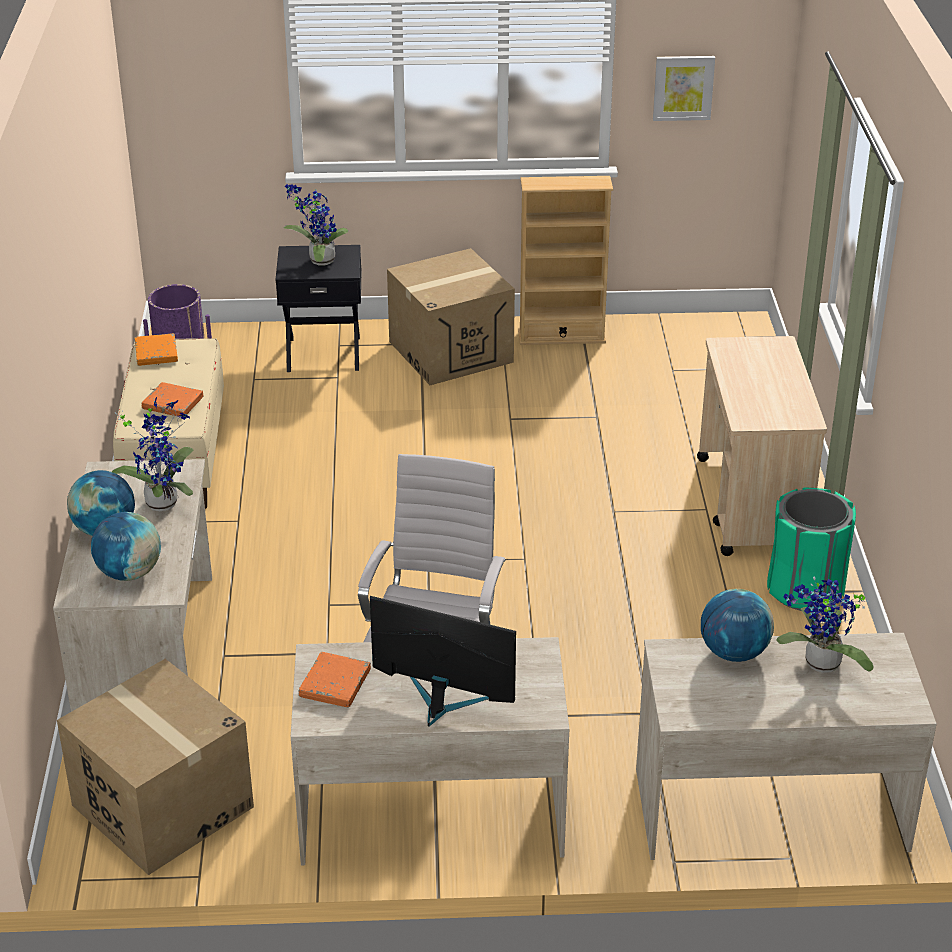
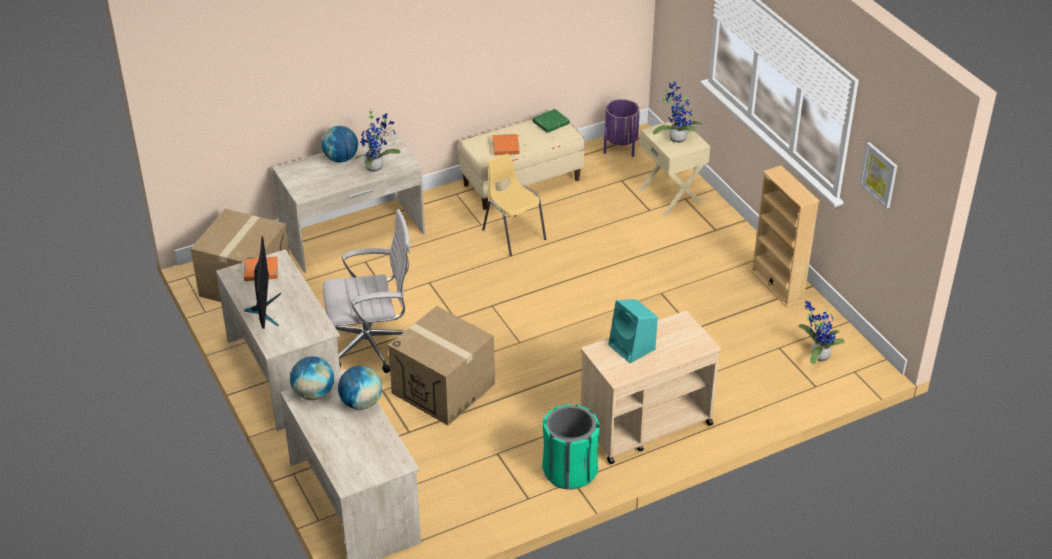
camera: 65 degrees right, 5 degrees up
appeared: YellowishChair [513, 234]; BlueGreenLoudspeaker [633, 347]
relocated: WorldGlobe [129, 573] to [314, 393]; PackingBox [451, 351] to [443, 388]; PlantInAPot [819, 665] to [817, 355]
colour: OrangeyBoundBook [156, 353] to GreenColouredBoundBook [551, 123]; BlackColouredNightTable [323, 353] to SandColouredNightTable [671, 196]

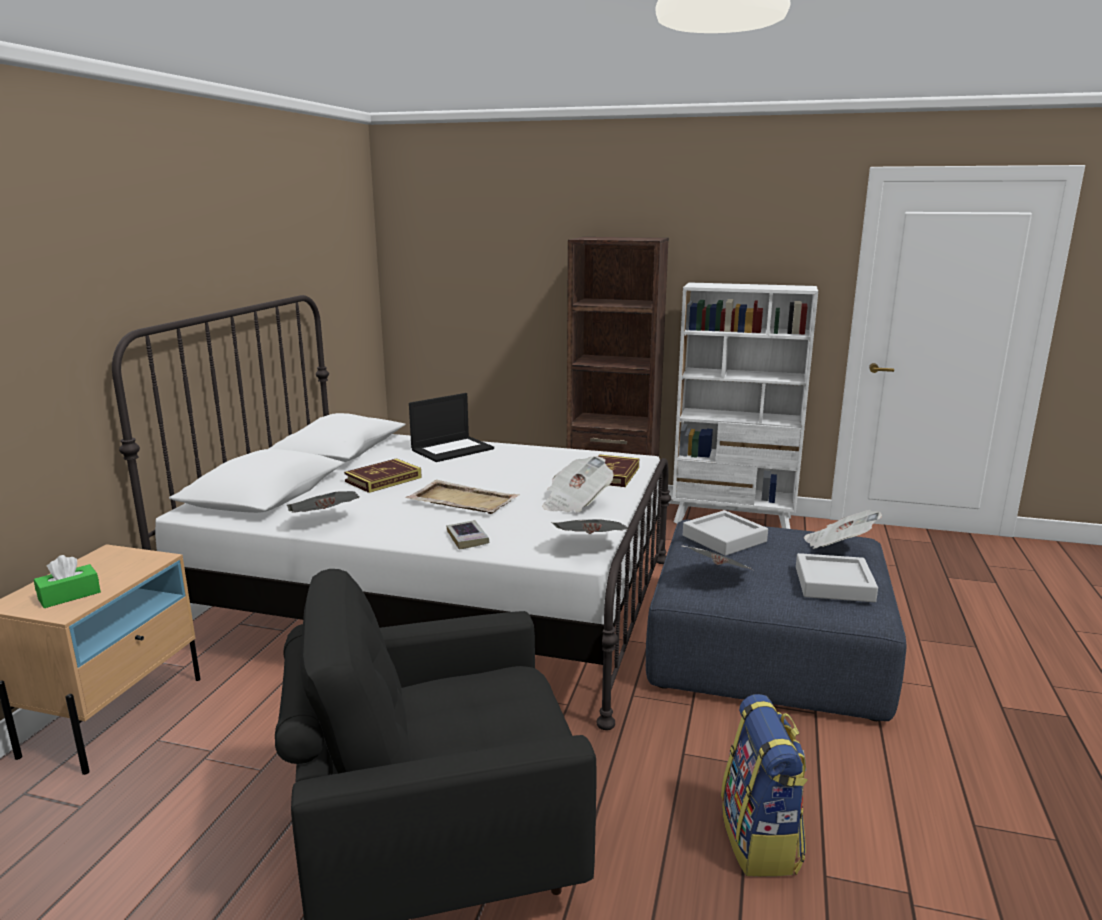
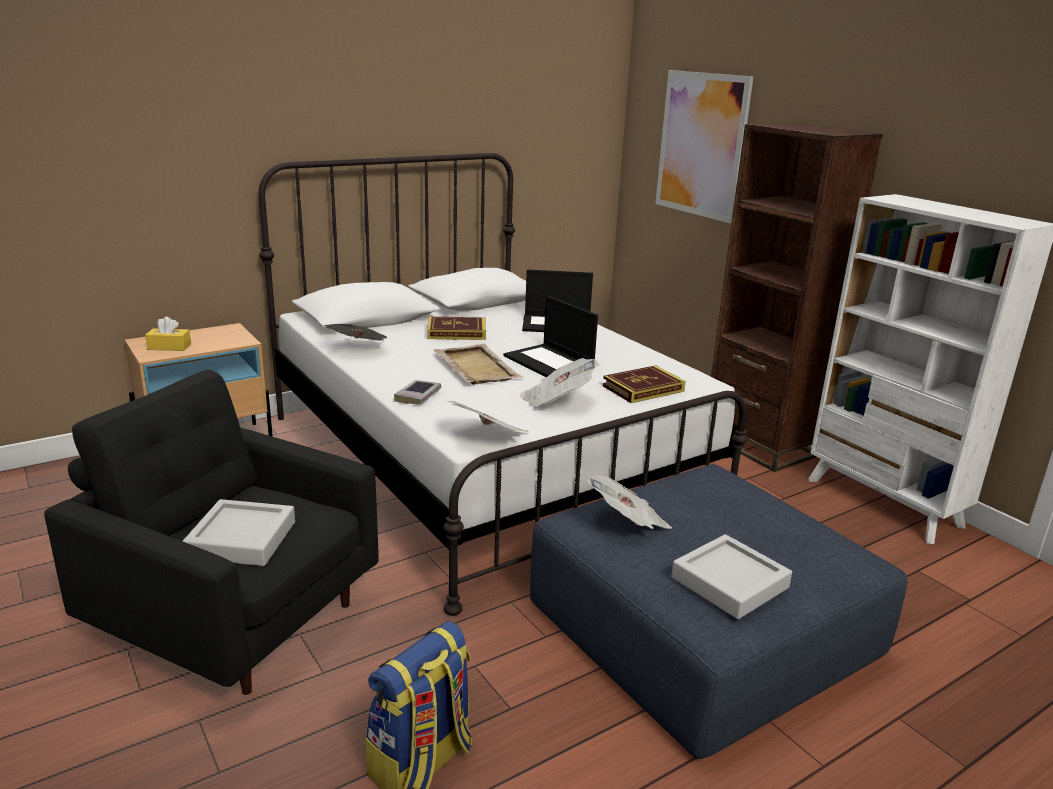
camera: 40 degrees right, 5 degrees up
missing: Newspaper [838, 546]
appeared: Laptop [549, 362]; Picture [702, 145]
relocated: GreyCarryingTray [724, 538] to [242, 539]
colour: GreenColouredTissueBox [69, 595] to YellowishTissueBox [169, 347]

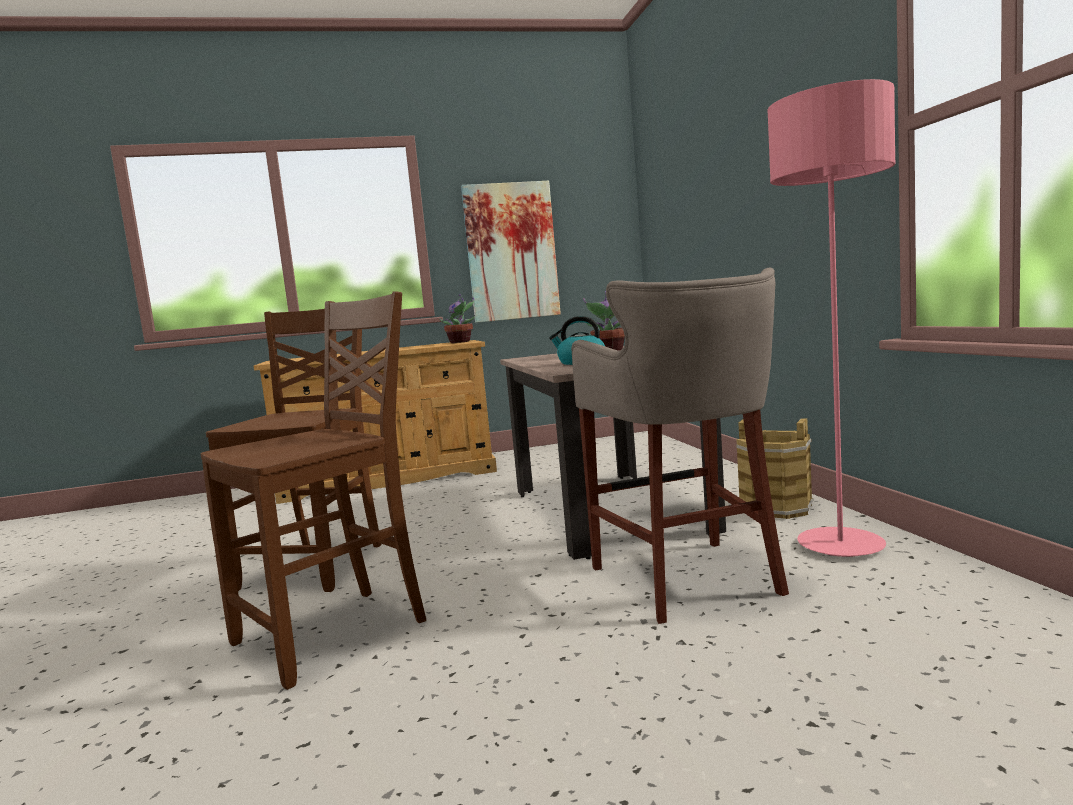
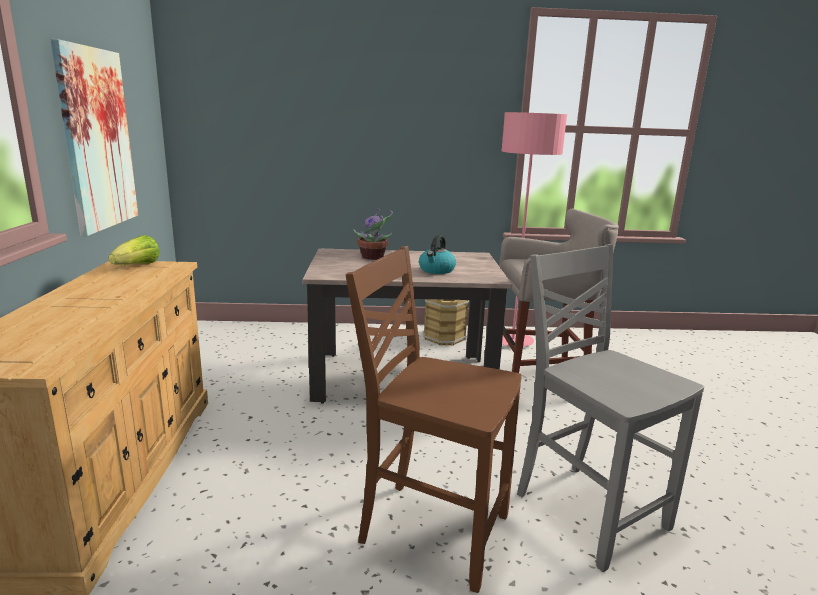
camera: 80 degrees left, 10 degrees up
exchanged: PlantInAPot [461, 342] to Lettuce [138, 266]
colour: BrownishChair [335, 632] to GreyChair [587, 510]

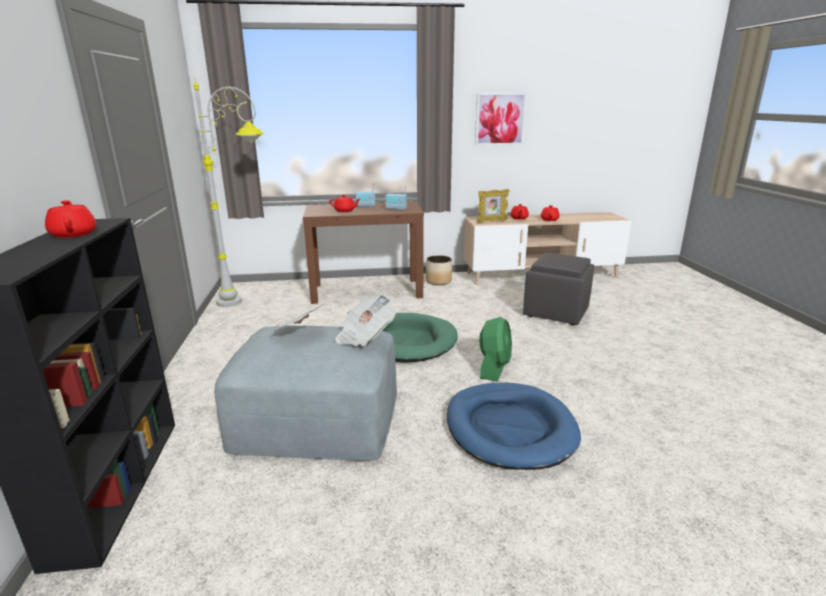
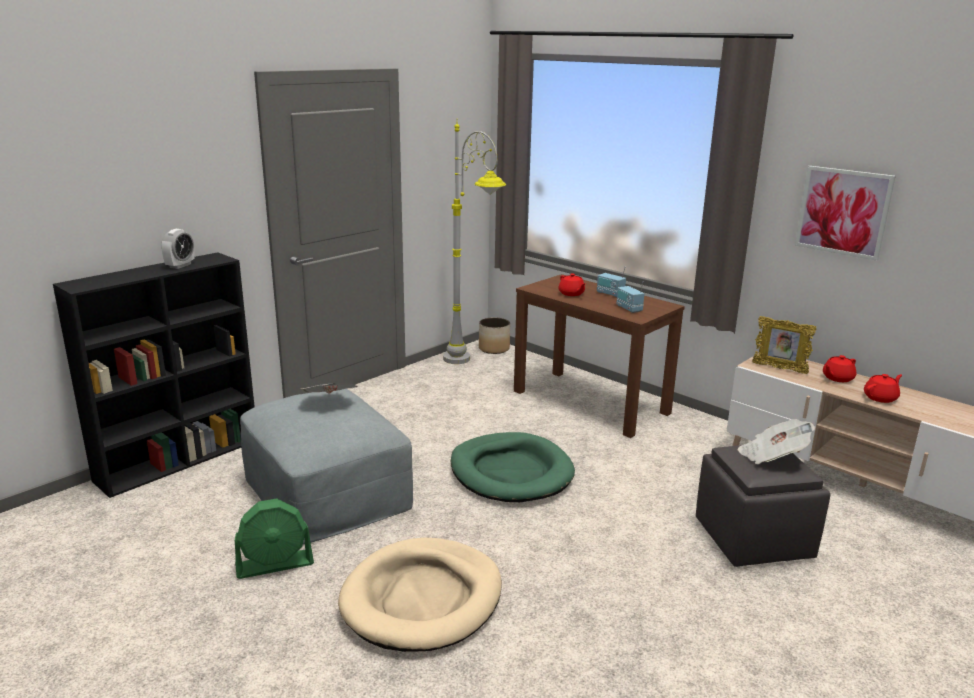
camera: 50 degrees right, 0 degrees up
relocated: GreenColouredElectricFan [494, 367] to [275, 564]; FlowerPot [438, 281] to [493, 349]; Newspaper [365, 335] to [772, 456]
exchanged: RedColouredPotForTea [74, 234] to BedsideClock [180, 266]
colour: BluishDogCushion [510, 428] to SandColouredDogCushion [422, 599]

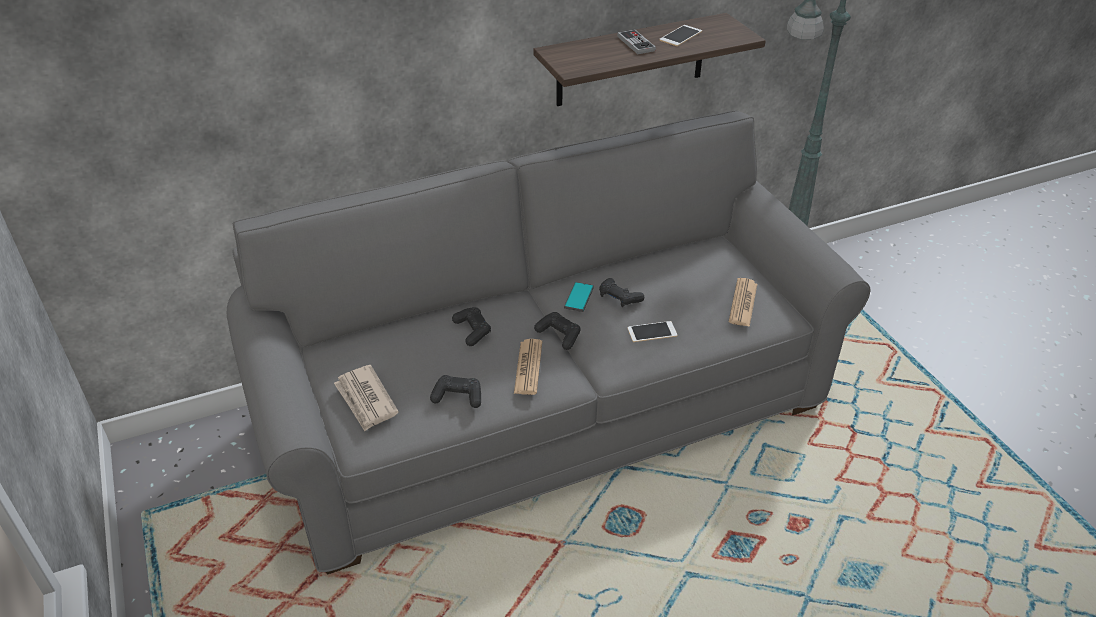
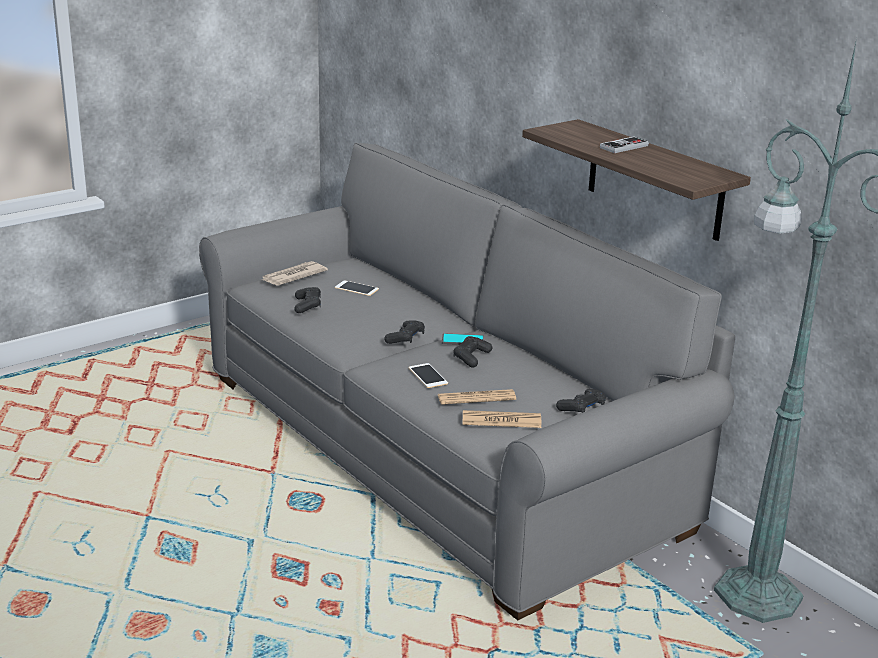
camera: 75 degrees right, 15 degrees down
relocated: Telephone [680, 36] to [356, 288]; Newspaper [528, 367] to [476, 398]; BlackColouredJoypad [472, 330] to [582, 408]

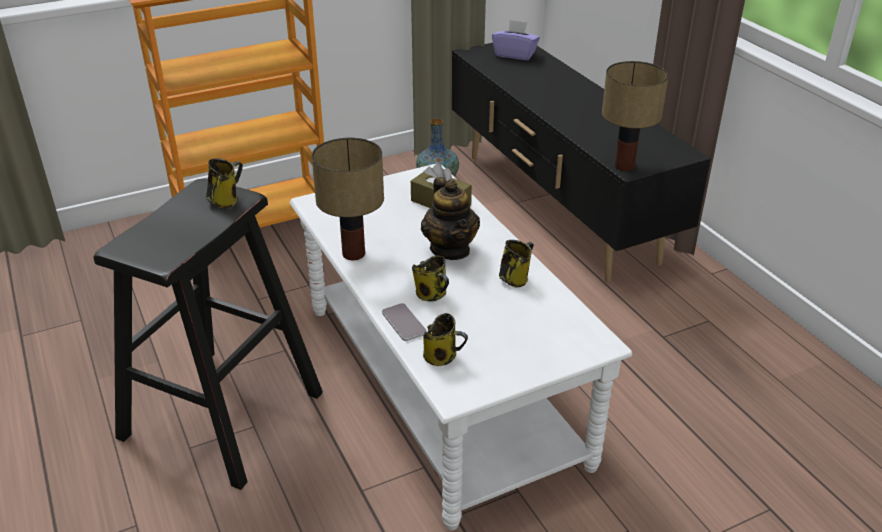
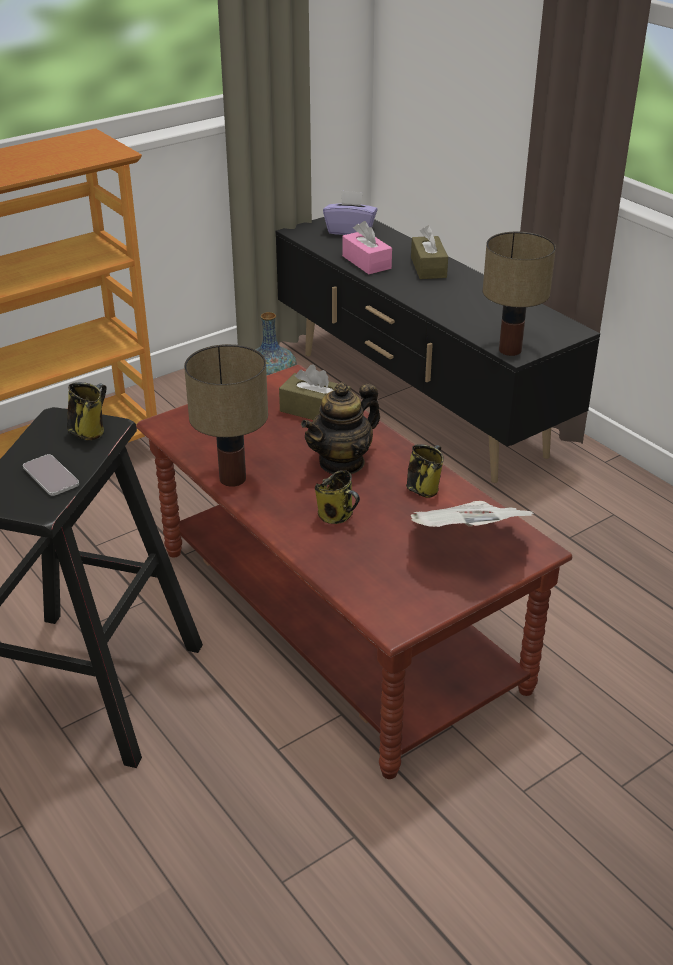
camera: 10 degrees left, 0 degrees up
missing: Mug [442, 357]
appeared: PinkTissueBox [366, 262]; Newspaper [468, 541]; BrownishTissueBox [428, 267]
relocated: Telephone [404, 323] to [51, 476]
colour: WhiteCoffeeTable [441, 384] to BrownishCoffeeTable [337, 618]
spun: PotForTea [450, 249] = [342, 462] 75 degrees clockwise

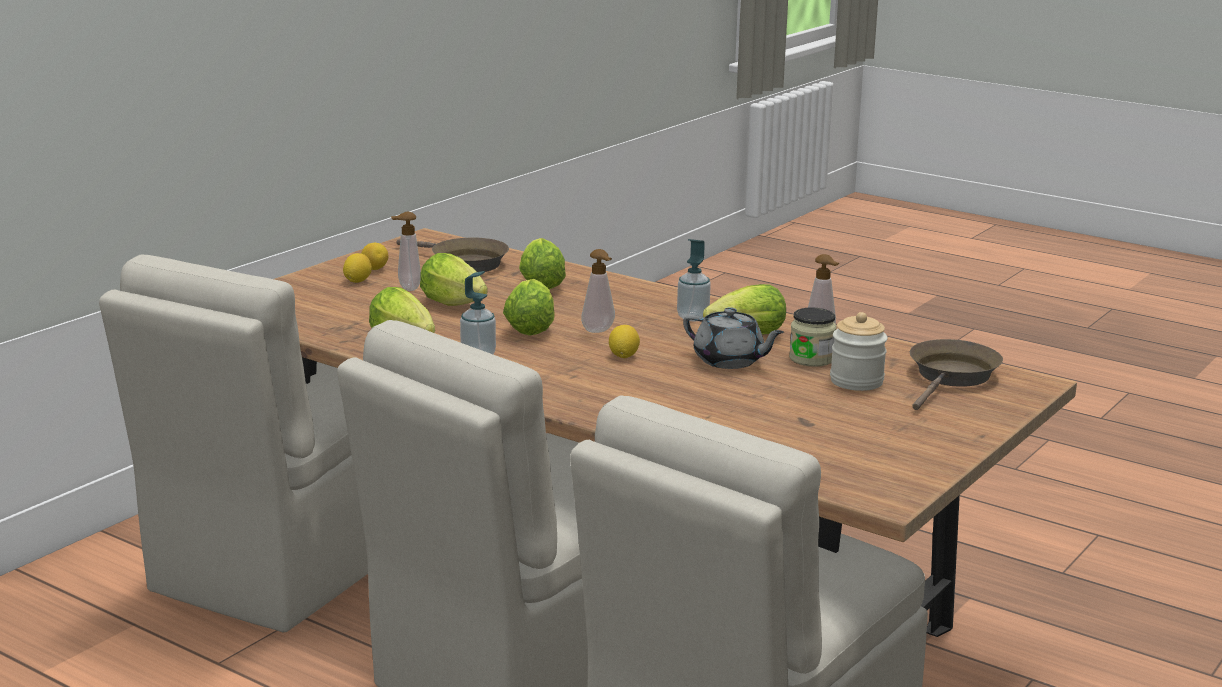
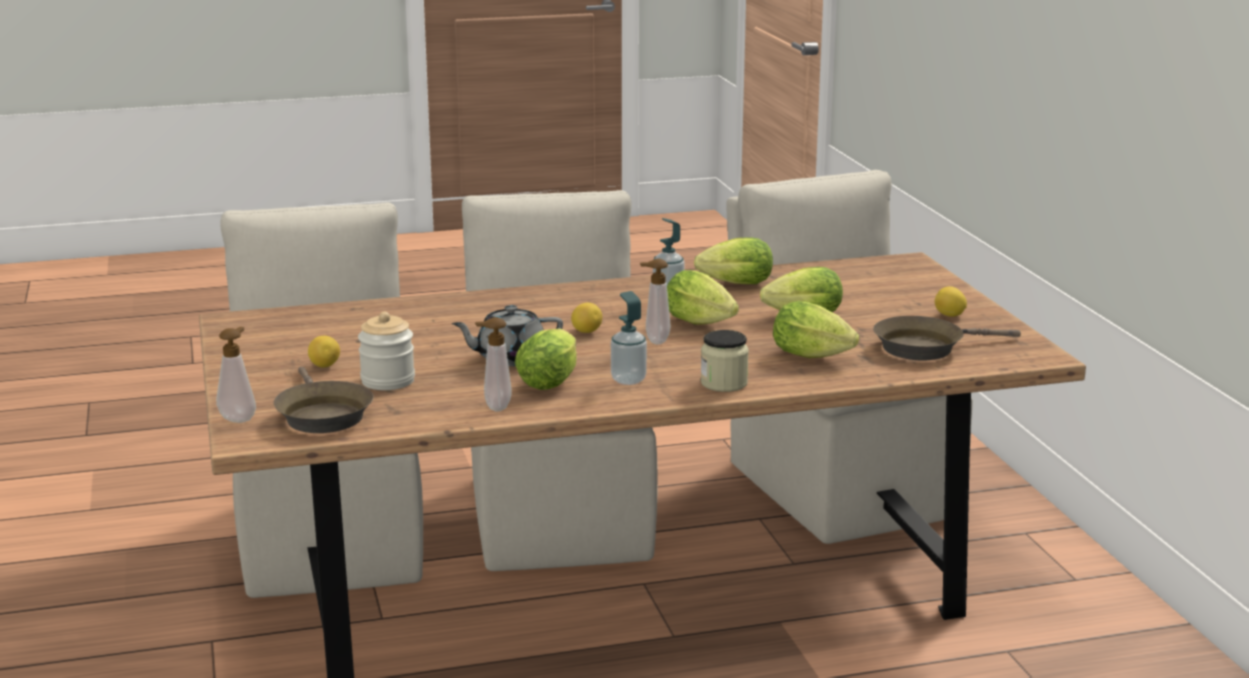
camera: 130 degrees right, 0 degrees up
relocated: SoapBottle [407, 288] to [239, 418]; WholeLemon [357, 281] to [324, 366]; StorageJar [811, 359] to [724, 383]

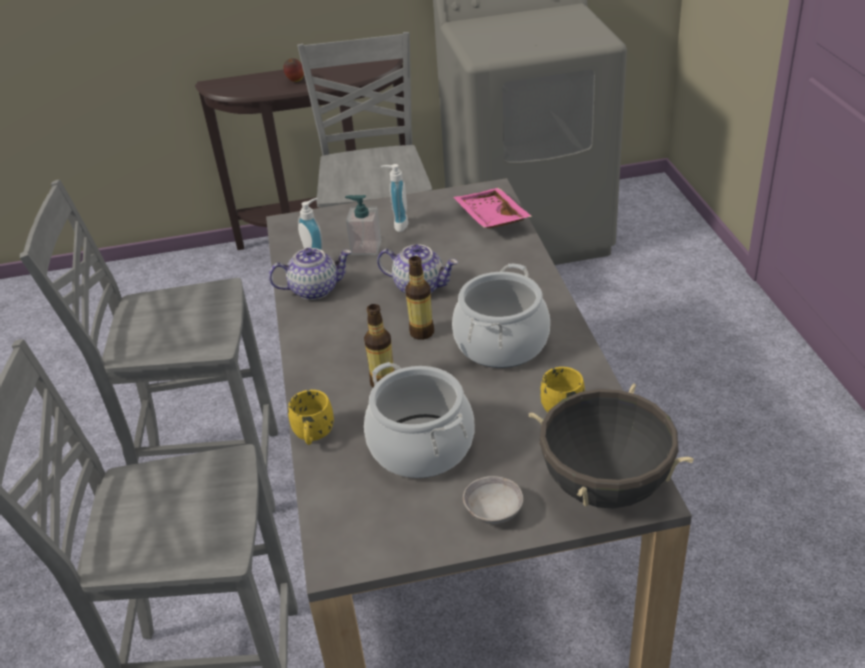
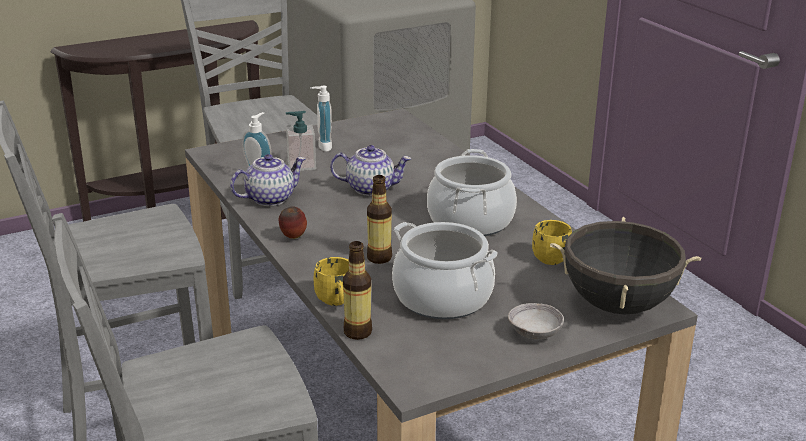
camera: 20 degrees left, 10 degrees down
missing: PinkCarryingTray [490, 218]
relocated: AppleFruit [295, 81] to [293, 238]; Bottle [422, 332] to [357, 332]

